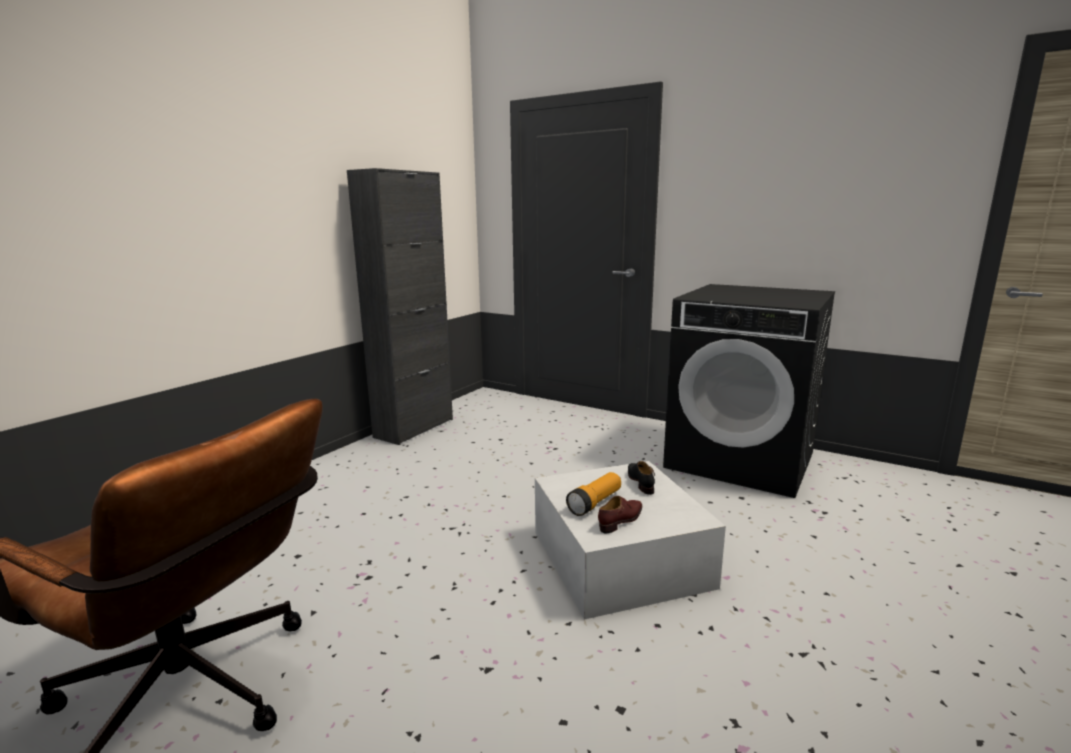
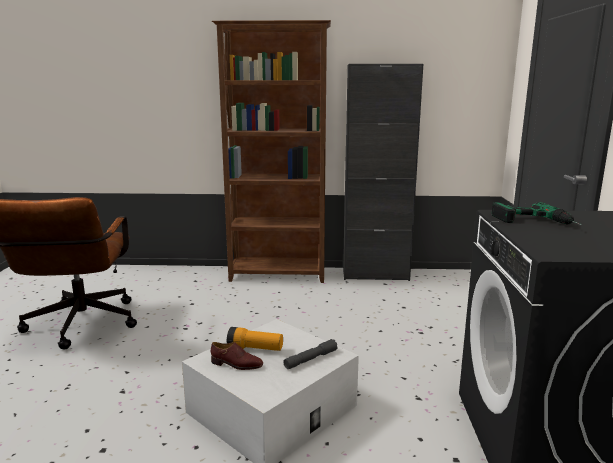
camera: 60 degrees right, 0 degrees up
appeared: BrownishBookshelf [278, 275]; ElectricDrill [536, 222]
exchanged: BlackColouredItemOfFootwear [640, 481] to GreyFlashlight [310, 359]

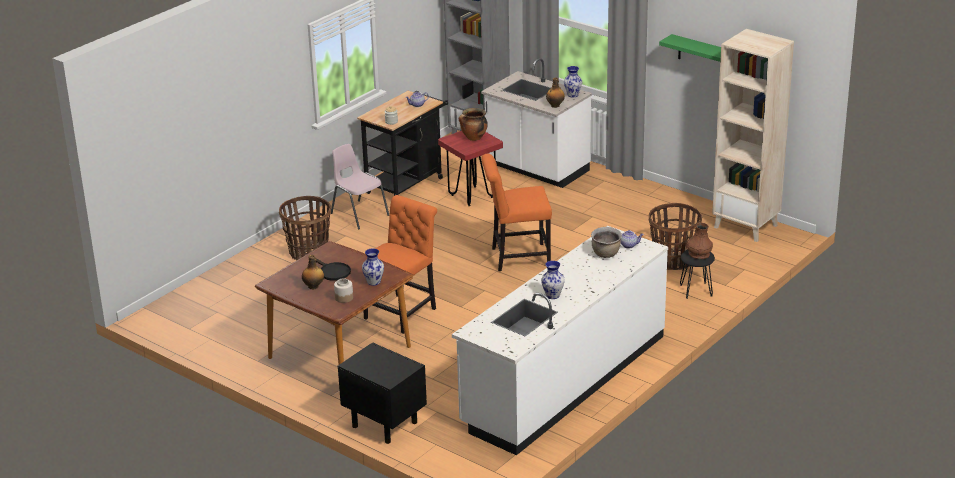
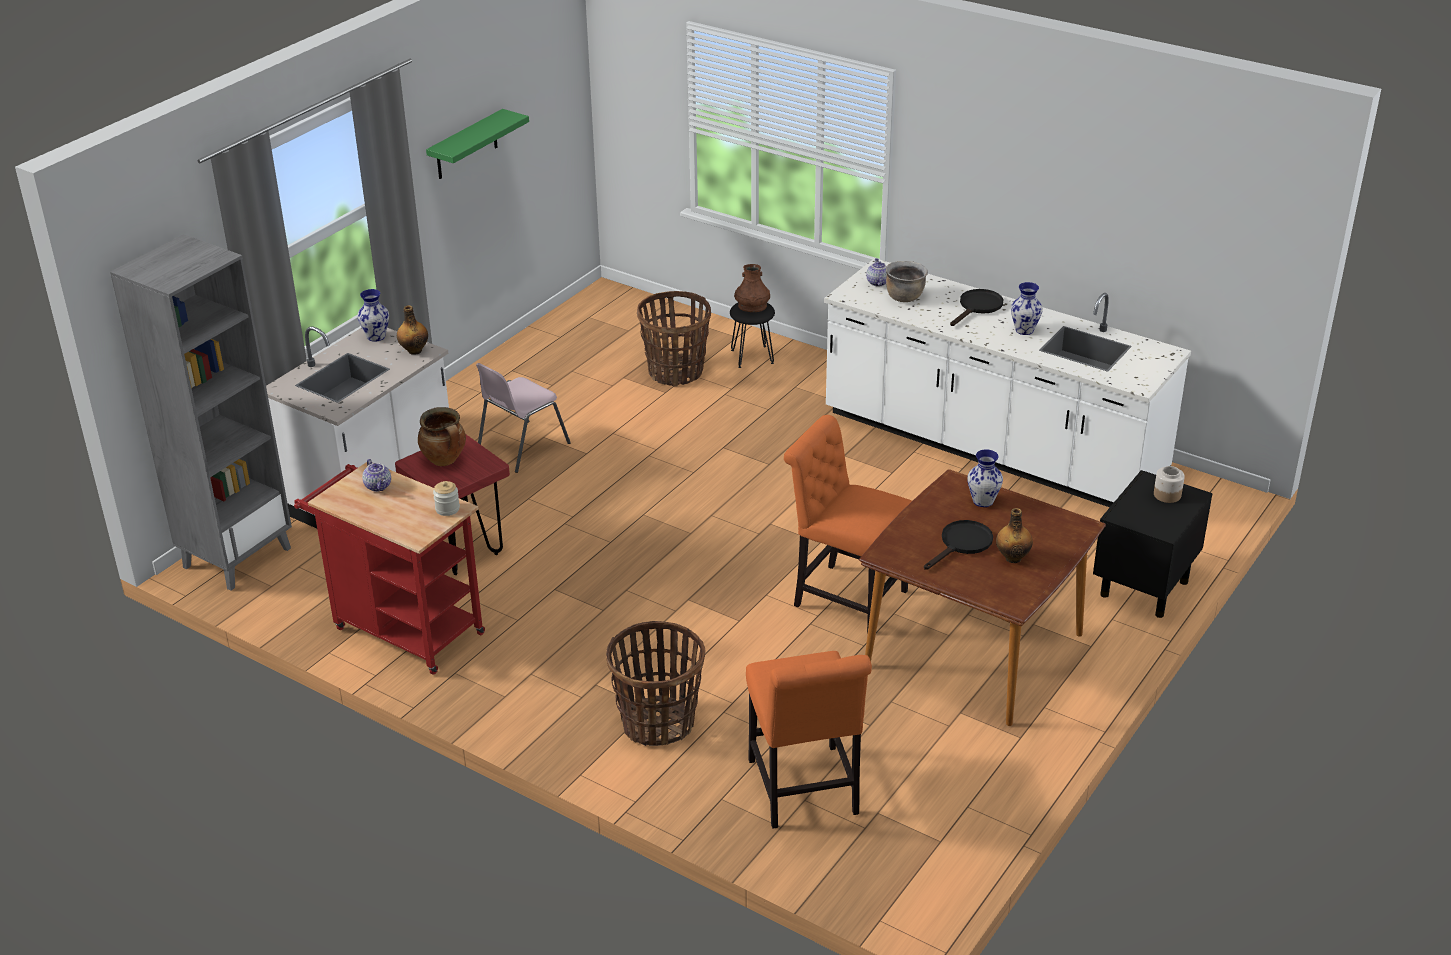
camera: 95 degrees left, 5 degrees up
missing: SandColouredBookshelf [746, 226]
appeared: BlackColouredSkillet [978, 307]
relocated: PinkChair [359, 214] to [521, 447]; OrangeyChair [517, 258] to [804, 792]; StorageJar [344, 298] to [1167, 495]
colour: BlackColouredCart [407, 183] to RedColouredCart [402, 628]

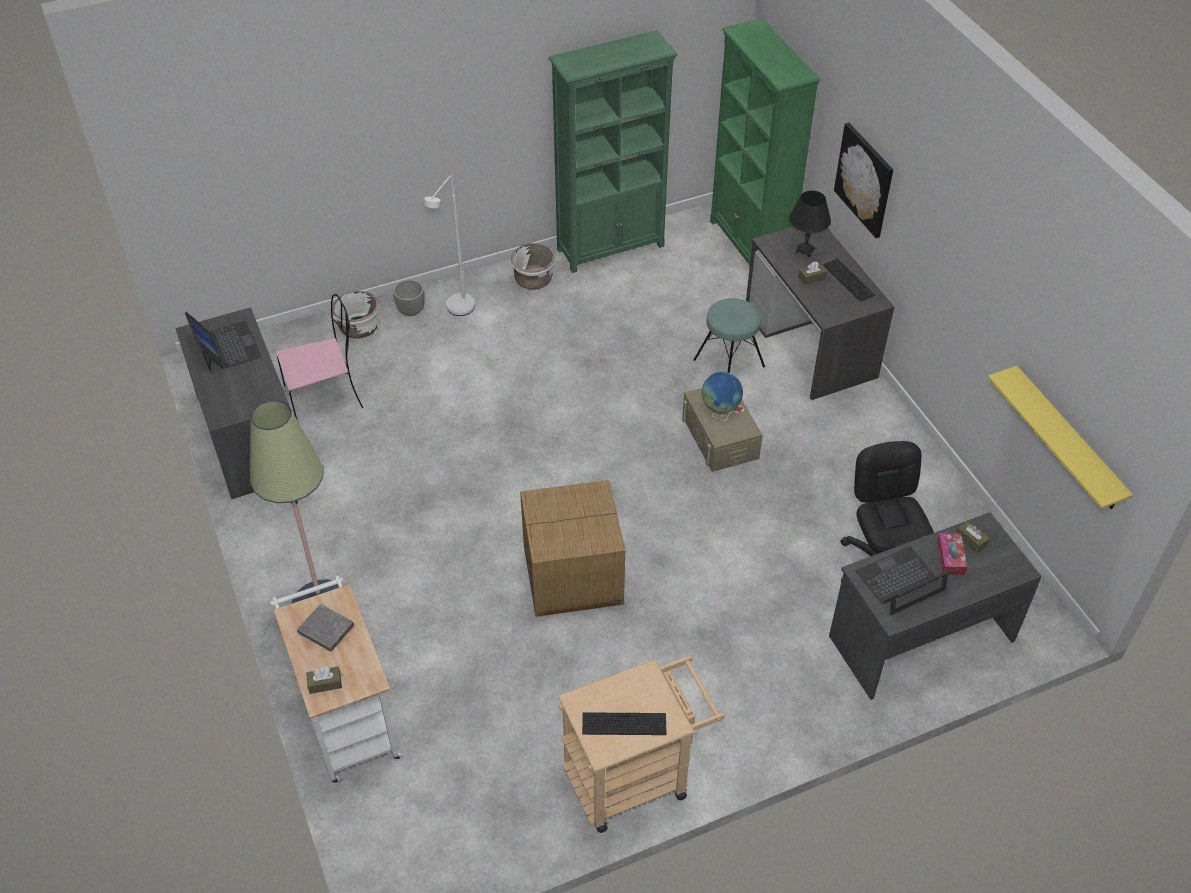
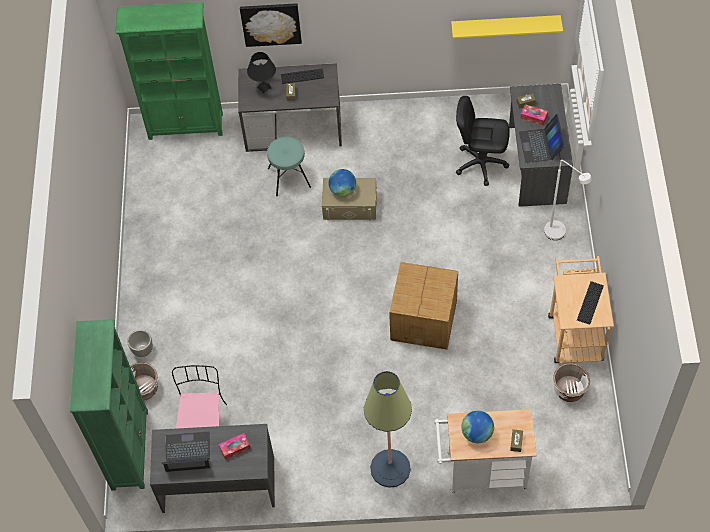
camera: 65 degrees left, 10 degrees up
appeared: TissueBox [235, 448]
relocated: GreenColouredBookshelf [611, 247] to [130, 449]; WhiteStandardLamp [457, 311] to [559, 234]; WhiteFlowerPot [533, 280] to [569, 390]
exchanged: GreyBoundBook [326, 629] to WorldGlobe [477, 433]

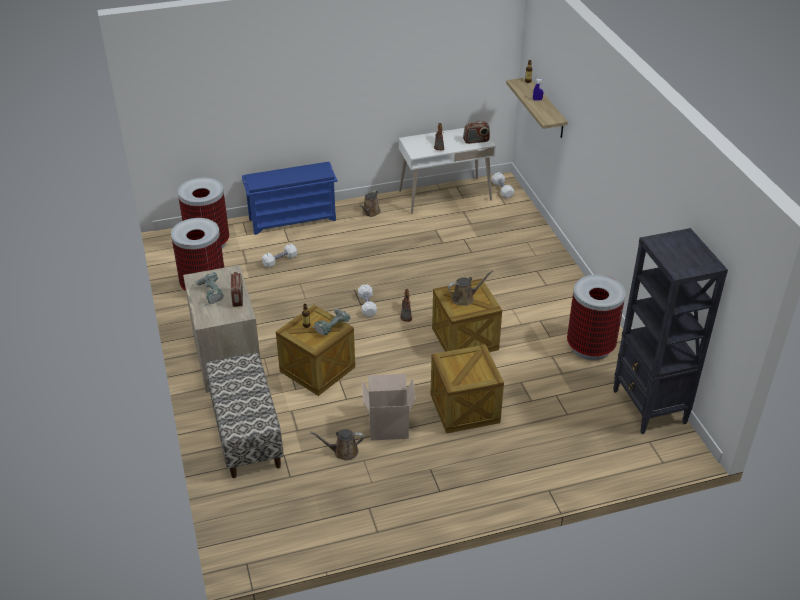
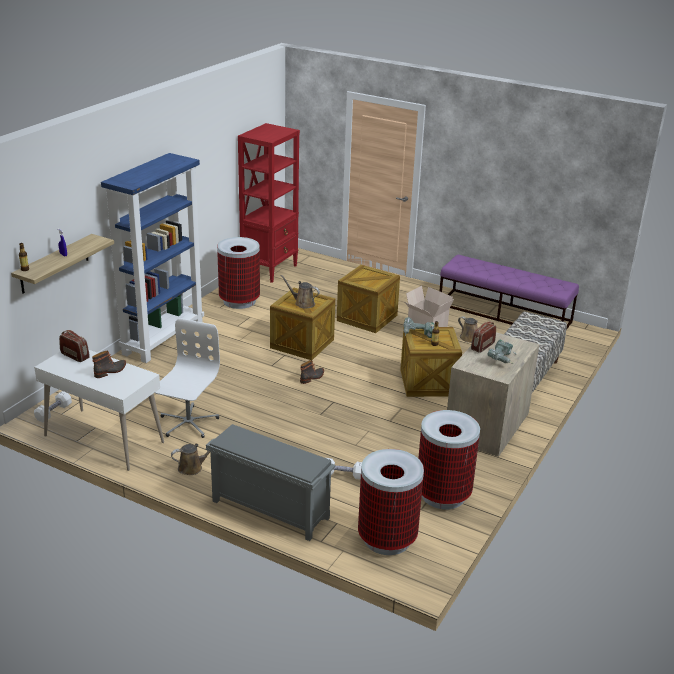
camera: 135 degrees left, 10 degrees down
missing: WhiteDumbbell [367, 305]
appeared: BluishBookshelf [163, 338]; WhiteComputerChair [188, 423]; PurplishBench [504, 313]
colour: BluishShoeShelf [293, 219] to GreyShoeShelf [269, 510]; BlackColouredBookshelf [649, 407] to RedColouredBookshelf [270, 269]

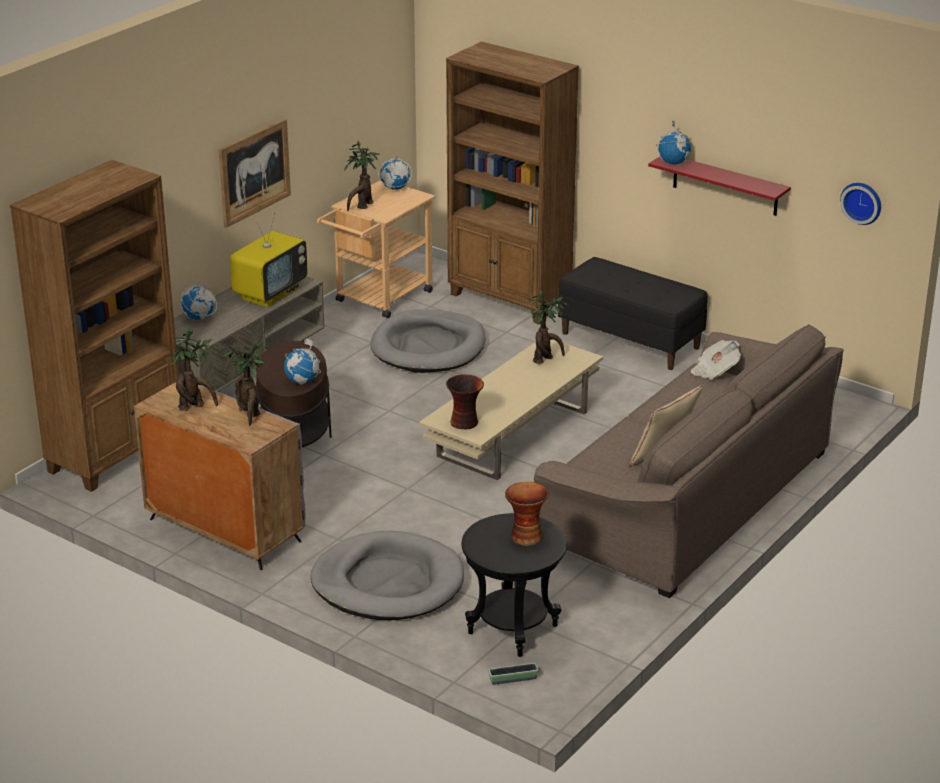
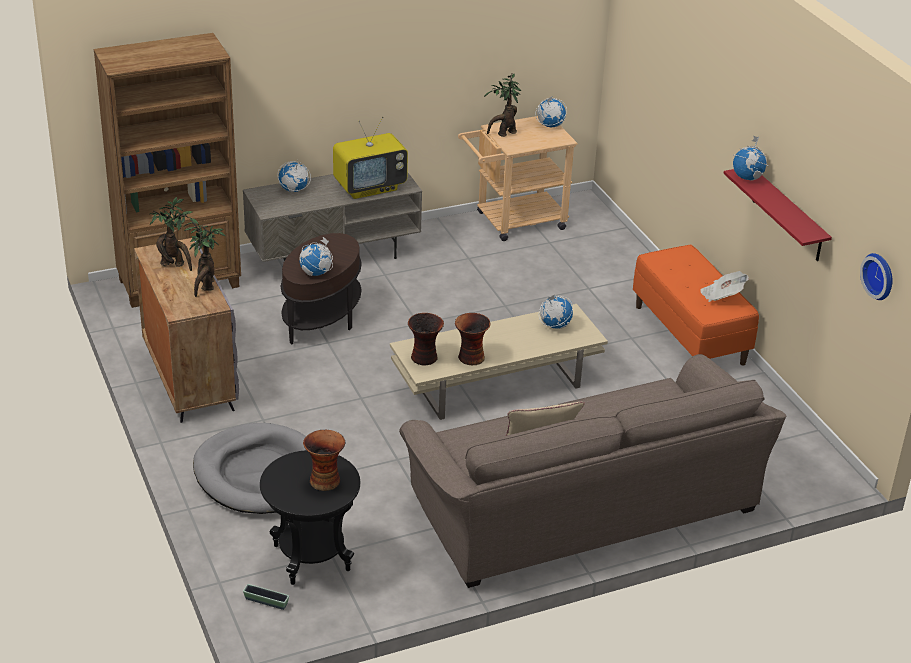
camera: 30 degrees right, 5 degrees up
missing: Picture [254, 172]; GreyDogCushion [428, 347]; BrownishBookshelf [510, 300]
appeared: DecorativeVase [470, 358]
relocated: Newspaper [714, 371] to [722, 296]
exchanged: PlantInAPot [546, 359] to WorldGlobe [554, 325]
colour: BlackColouredBench [631, 340] to OrangeyBench [690, 335]

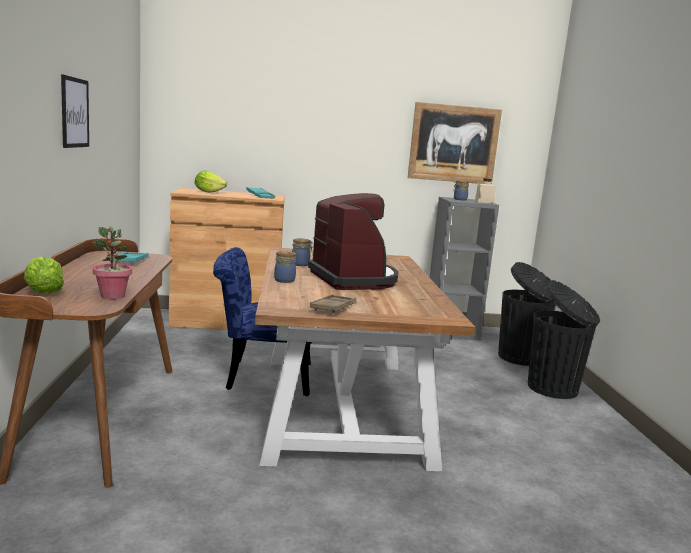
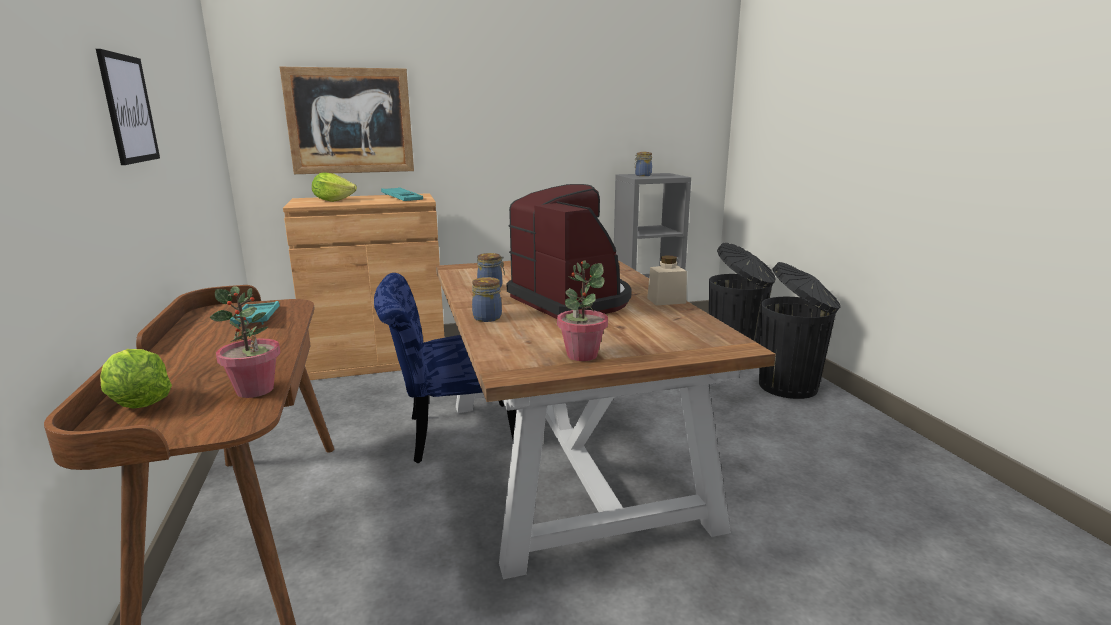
camera: 10 degrees left, 5 degrees up
relocated: Picture [453, 144] to [350, 121]; SandColouredStorageJar [484, 202] to [666, 300]
exchanged: BrownishCarryingTray [333, 308] to PlantInAPot [581, 355]

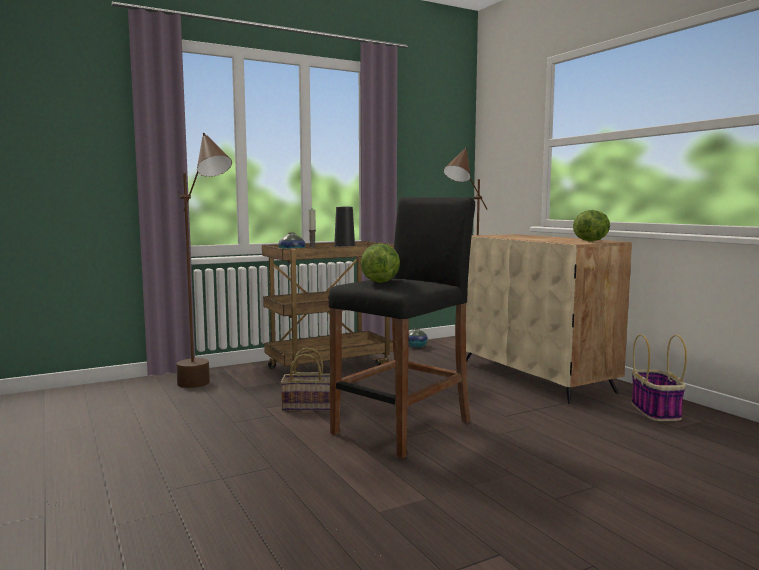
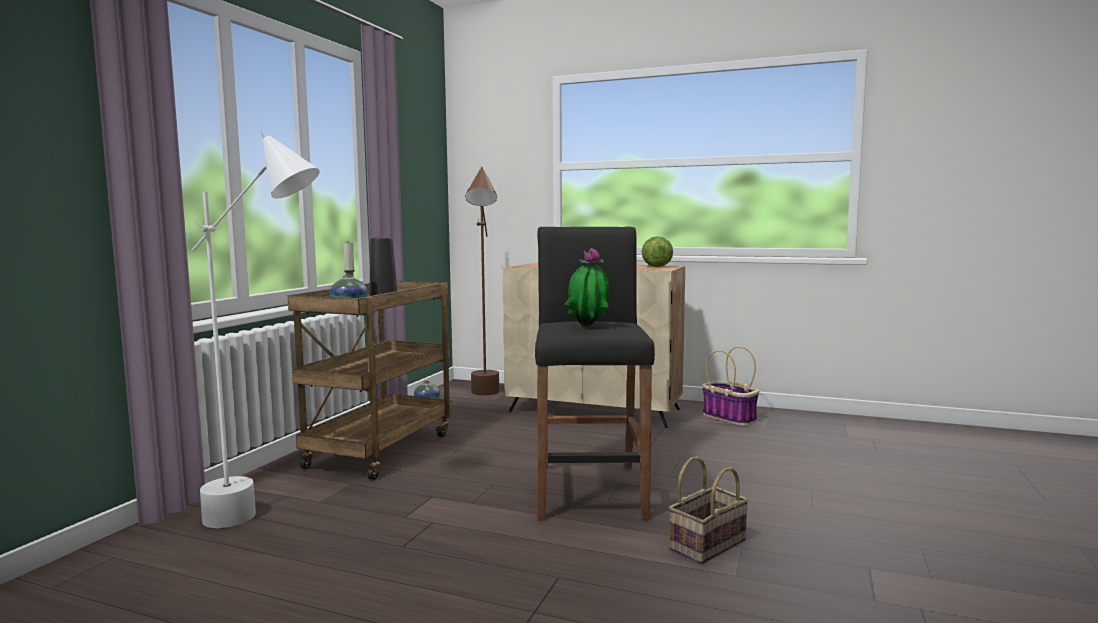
camera: 40 degrees left, 0 degrees up
relocated: Basket [309, 406] to [707, 543]
exchanged: Lettuce [380, 281] to PlantInAPot [587, 327]
colour: BrownishStandardLamp [207, 388] to WhiteStandardLamp [268, 518]

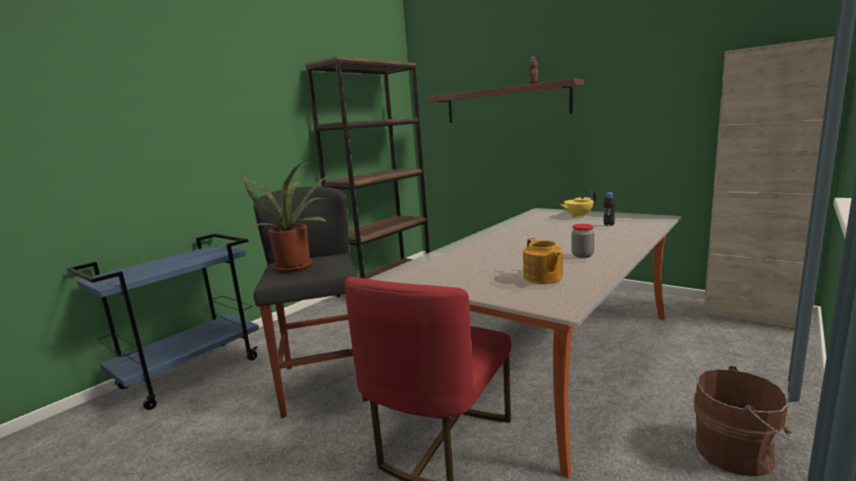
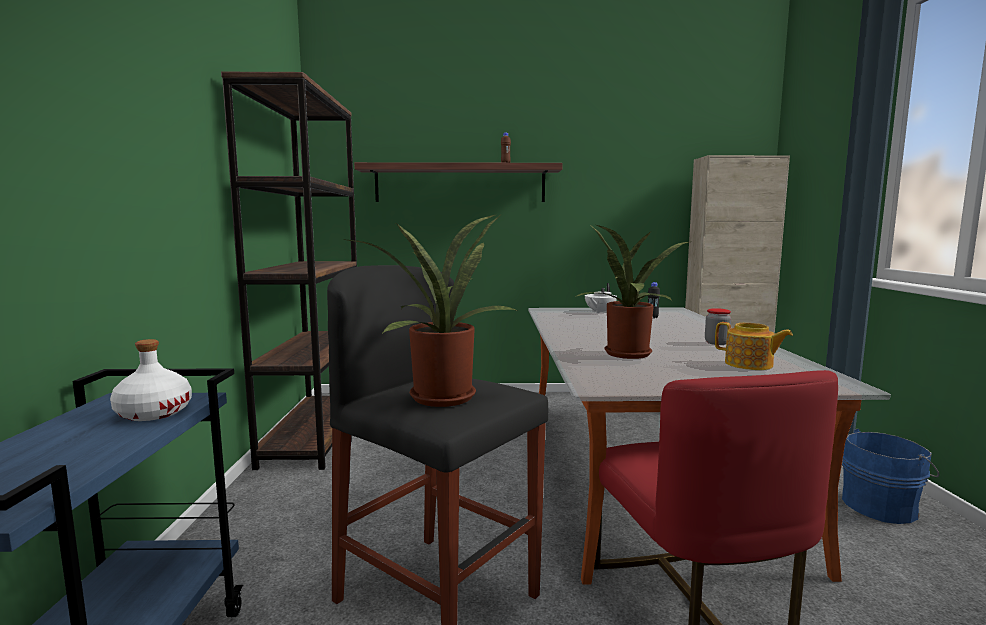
camera: 40 degrees left, 5 degrees down
appeared: WhiteBottle [153, 413]; PlantInAPot [630, 355]
colour: YellowishPotForTea [578, 216] to WhitePotForTea [599, 312]; BrownishPail [737, 452] to BluishPail [882, 506]

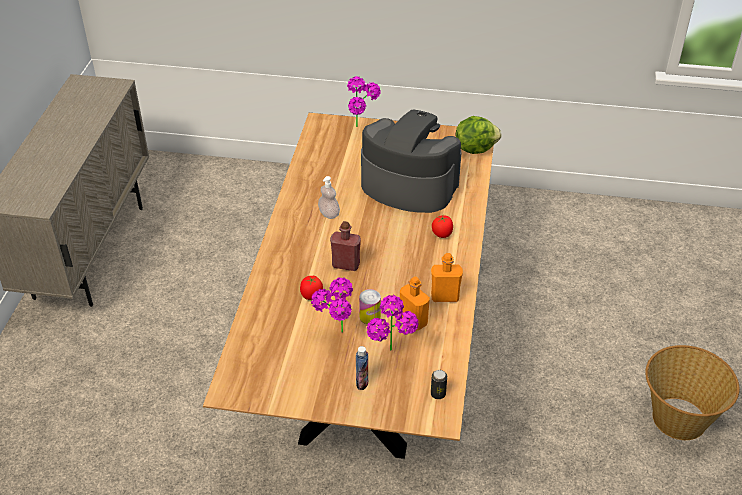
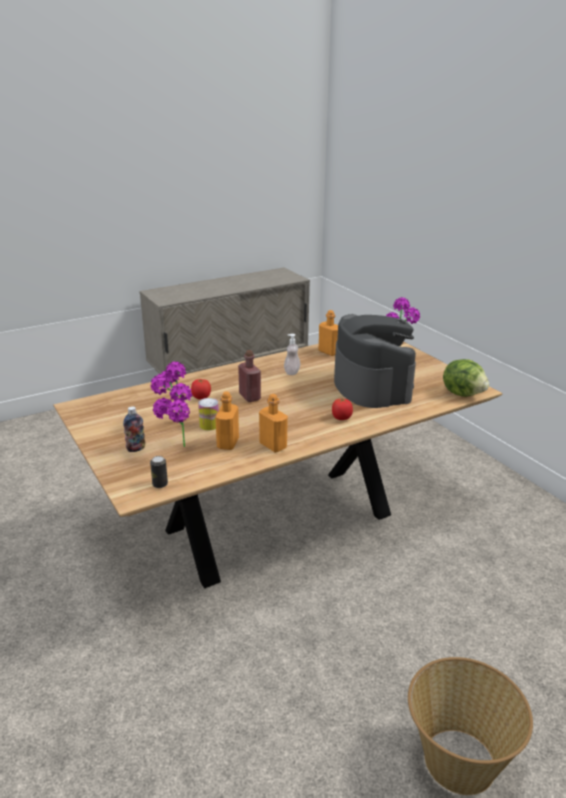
camera: 50 degrees right, 15 degrees down
appeared: OrangeyBottle [329, 352]

